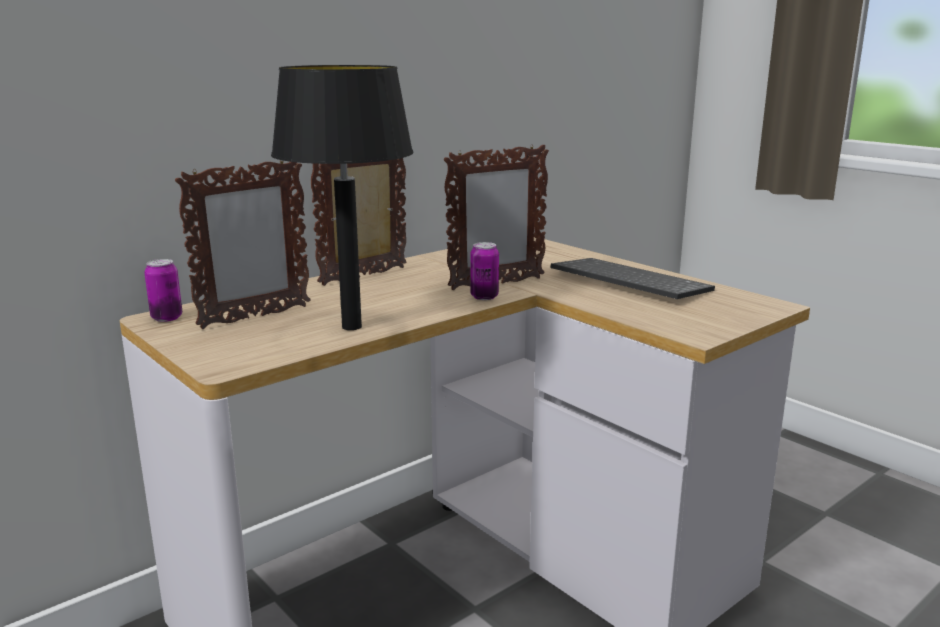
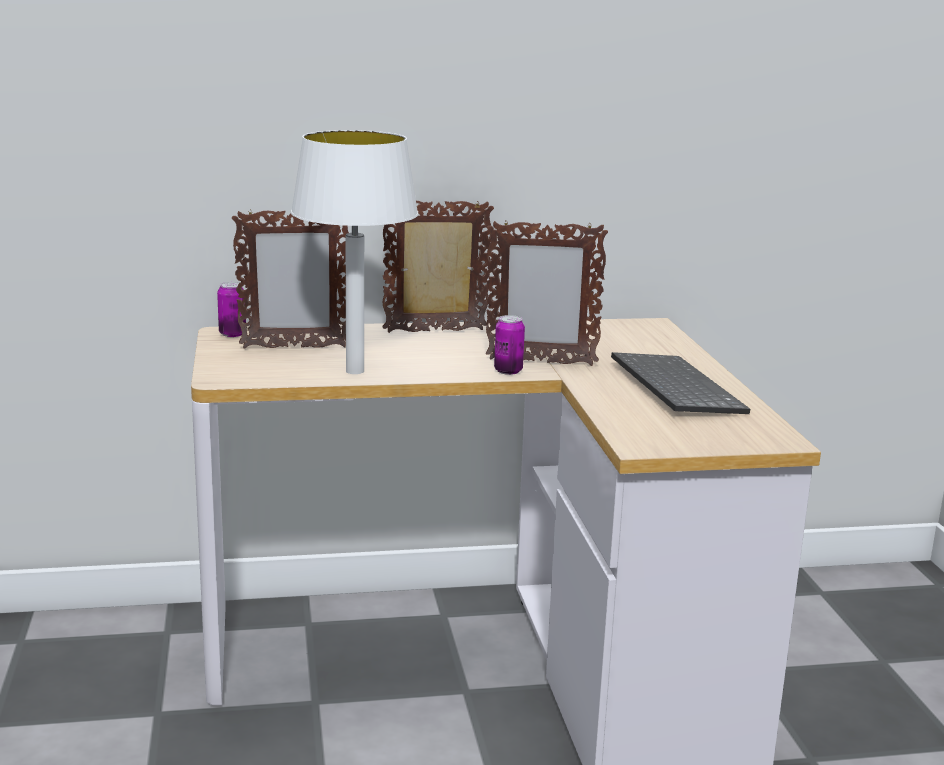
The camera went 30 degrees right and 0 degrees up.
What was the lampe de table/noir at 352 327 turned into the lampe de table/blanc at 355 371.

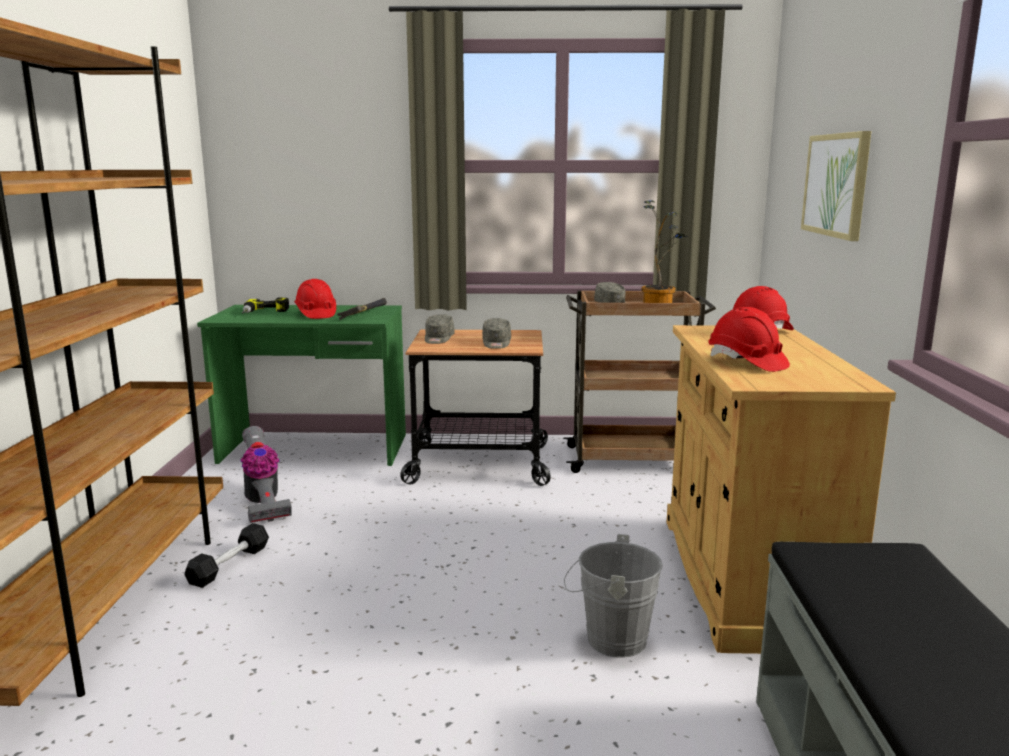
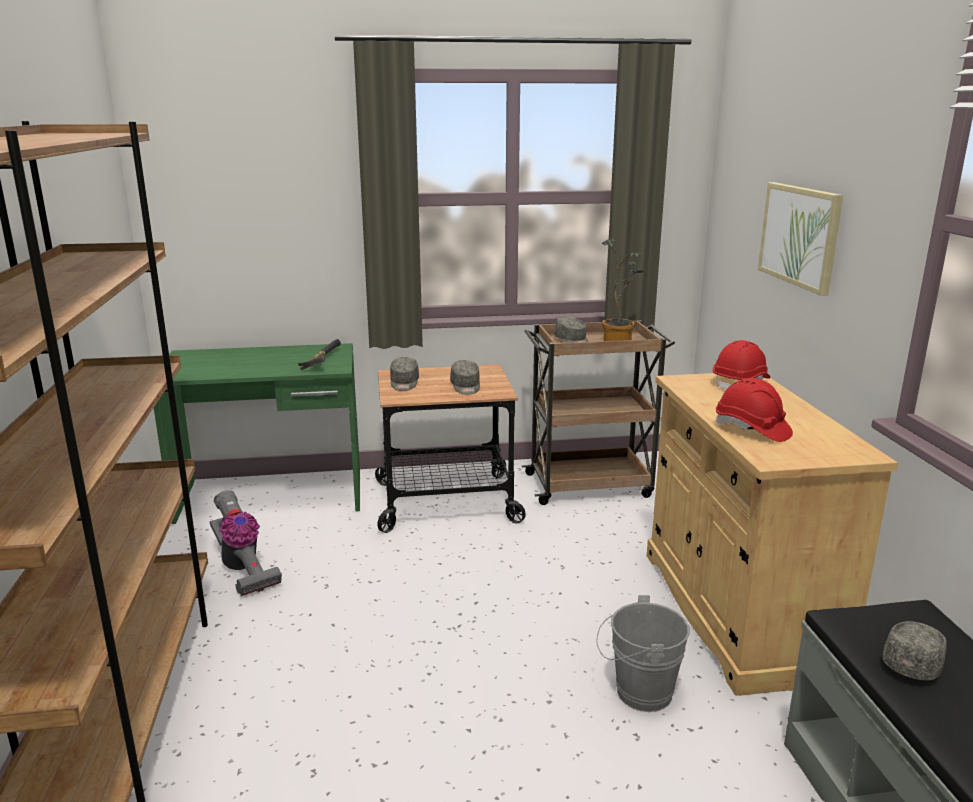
The camera went 10 degrees left and 5 degrees up.
The second view gained the casquette/gris at 914 661.
The second view lost the haltère/noir at 229 565.
The second view lost the perceuse at 264 312.
The second view lost the casque de chantier/rouge at 316 314.

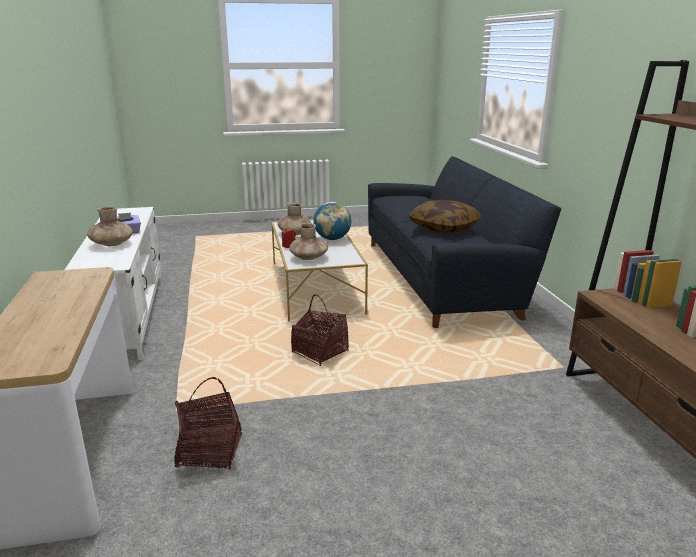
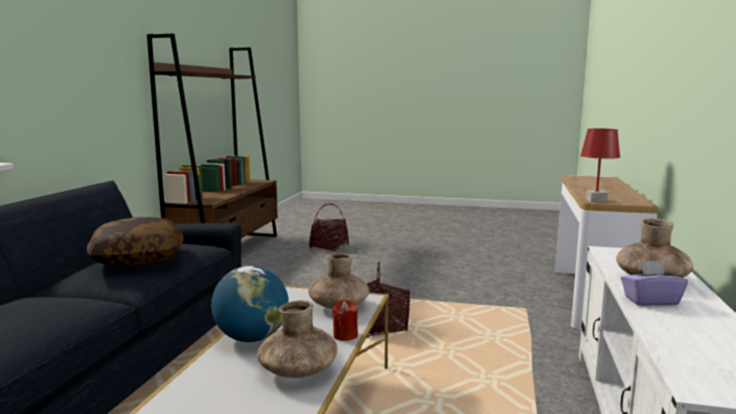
The camera went 155 degrees left and 10 degrees down.
The panier ended up elsewhere, having gone from 209 451 to 329 246.
The second view gained the lampe de table/rouge at 596 200.

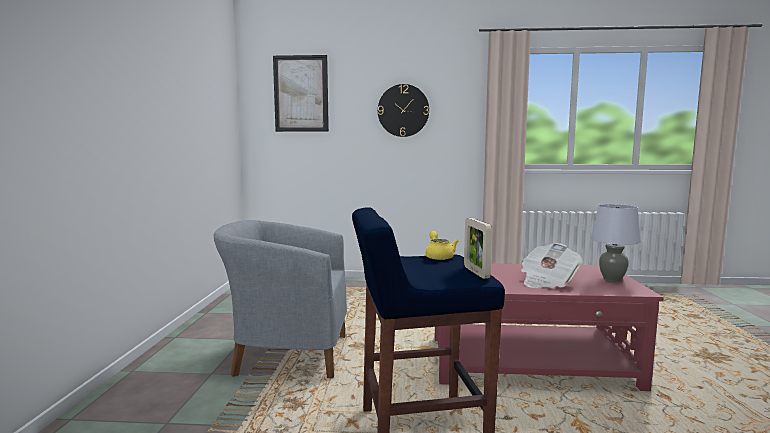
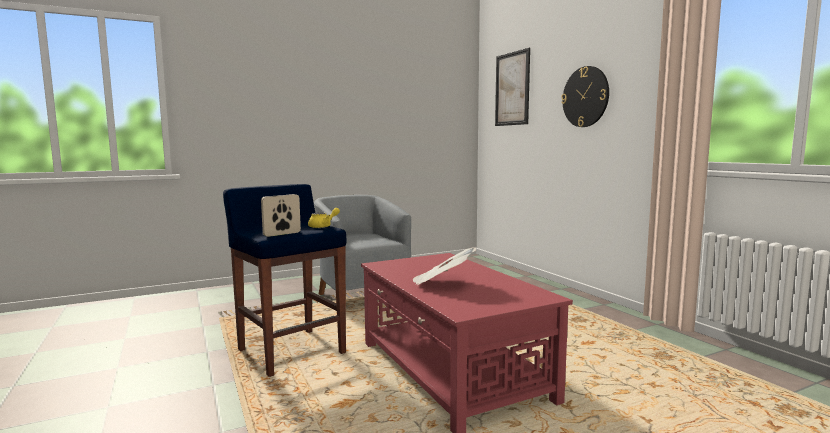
The camera went 60 degrees right and 0 degrees up.
The second view lost the lampe de table/gris at 612 279.

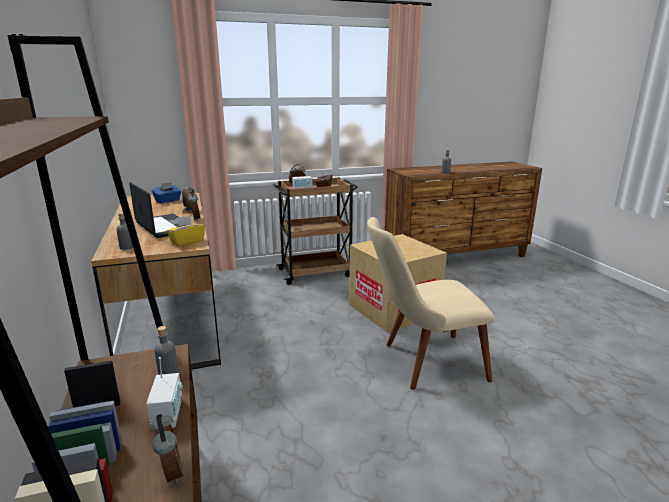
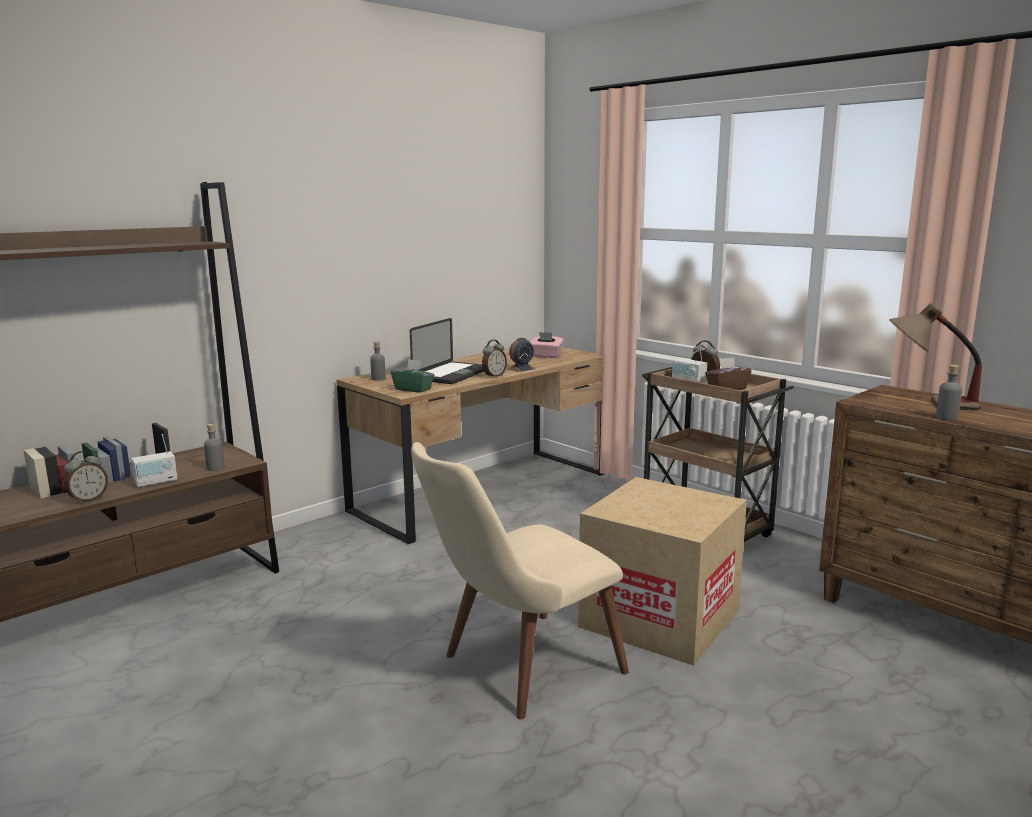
The camera went 65 degrees right and 5 degrees down.
What was the boîte à mouchoirs/jaune at 187 242 turned into the boîte à mouchoirs/vert at 413 389.
The chaise/beige at 422 362 ended up facing another way, 90 degrees counterclockwise from before.
What was the boîte à mouchoirs/bleu at 168 201 turned into the boîte à mouchoirs/rose at 546 356.
The second view gained the lampe de table at 928 403.

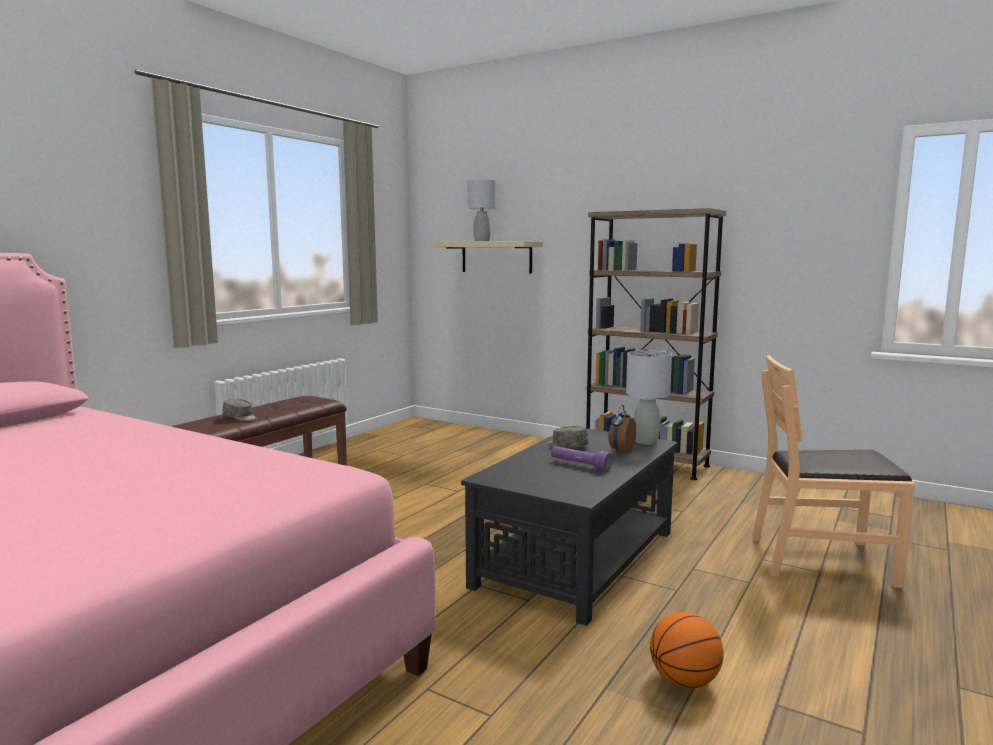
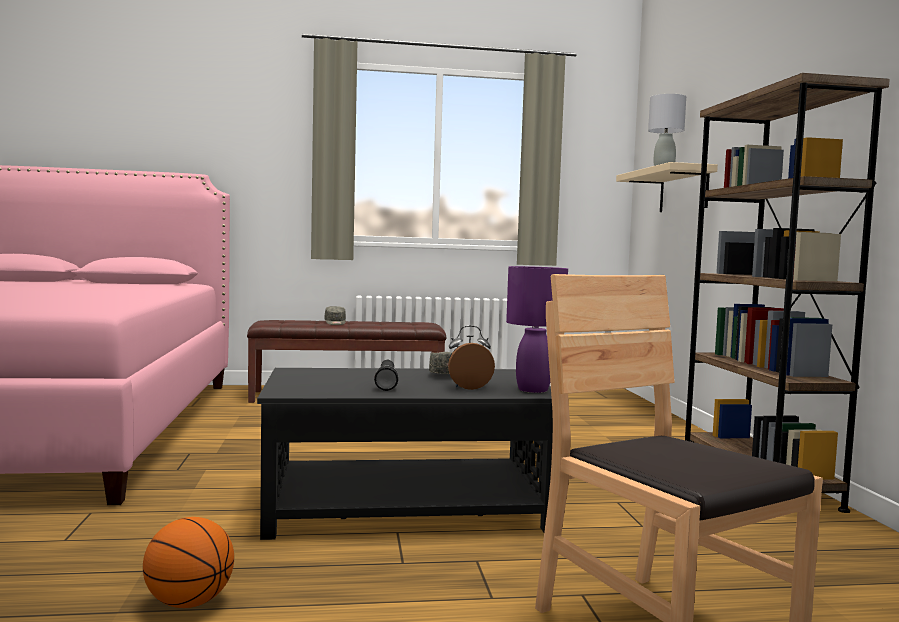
The camera went 50 degrees right and 5 degrees down.
What was the lampe de poche/violet at 580 465 turned into the lampe de poche/noir at 386 383.
What was the lampe de table/gris at 645 441 turned into the lampe de table/violet at 532 389.

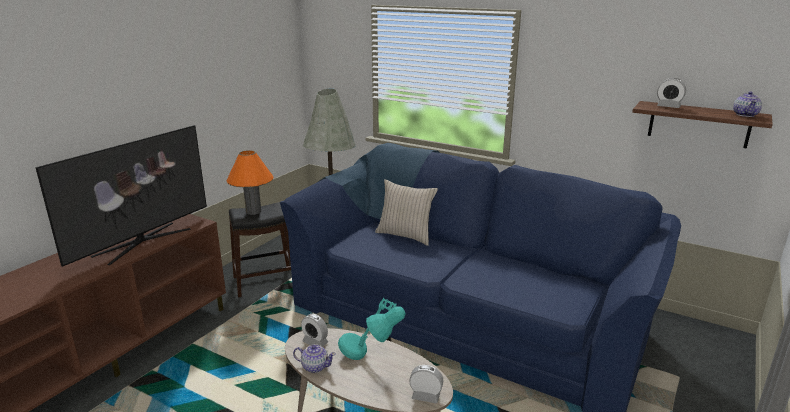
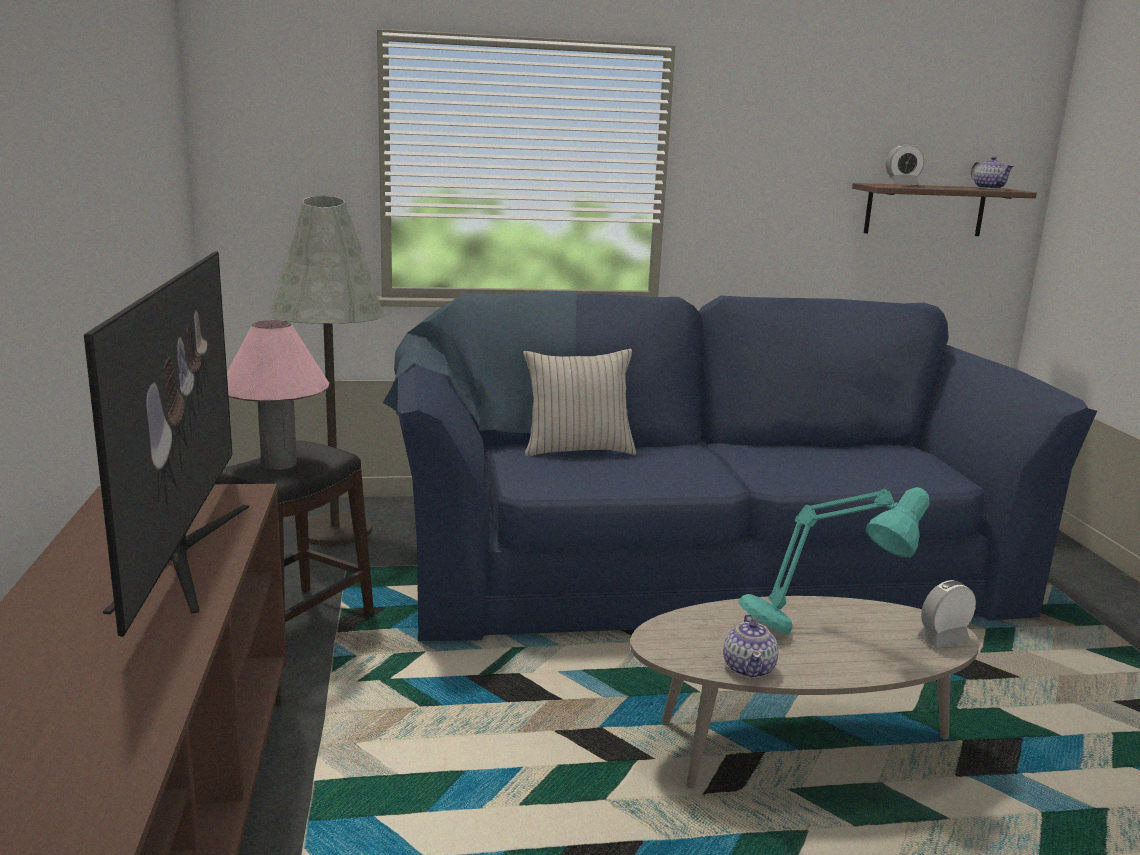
The camera went 40 degrees left and 5 degrees down.
What was the lampe de table/orange at 253 211 turned into the lampe de table/rose at 279 463.
The théière at 315 366 ended up facing another way, 120 degrees clockwise from before.
The second view lost the réveil at 315 342.

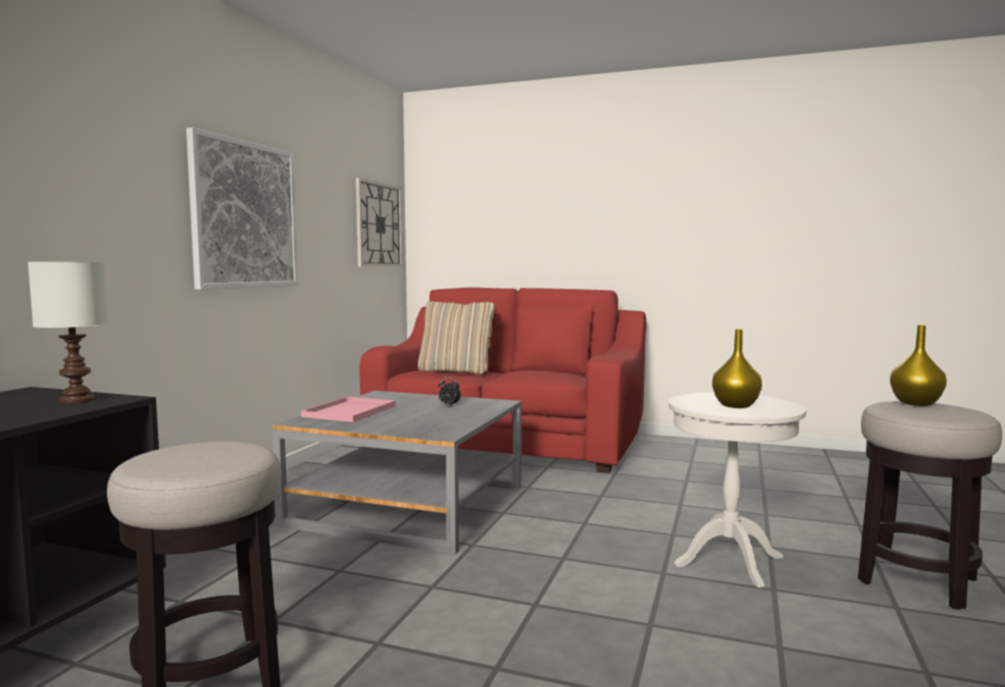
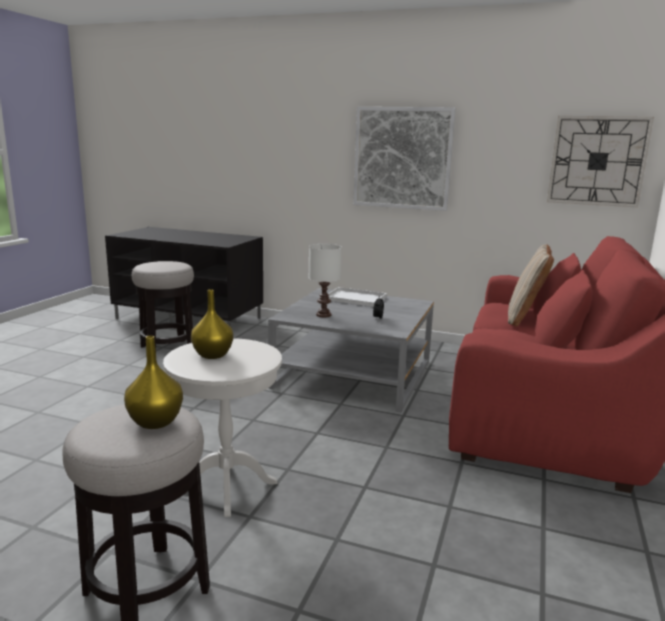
The camera went 90 degrees right and 10 degrees up.
The lampe de table/blanc ended up elsewhere, having gone from 76 400 to 323 315.
What was the plateau/rose at 350 411 turned into the plateau/blanc at 354 298.

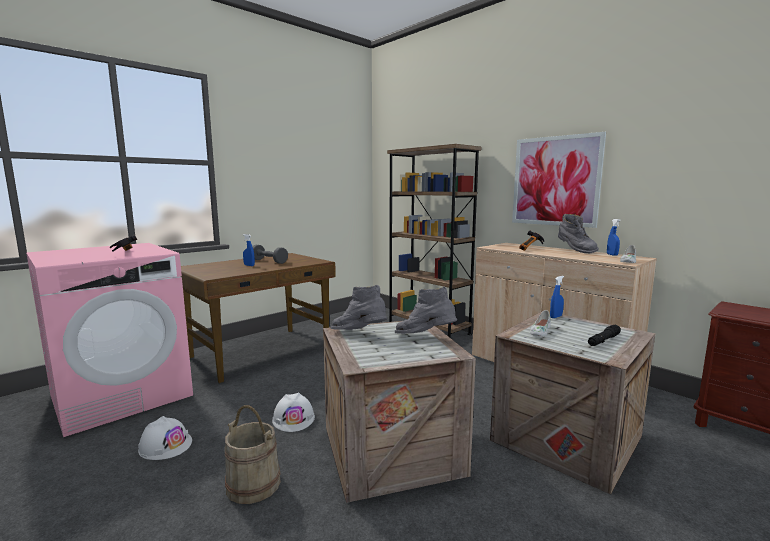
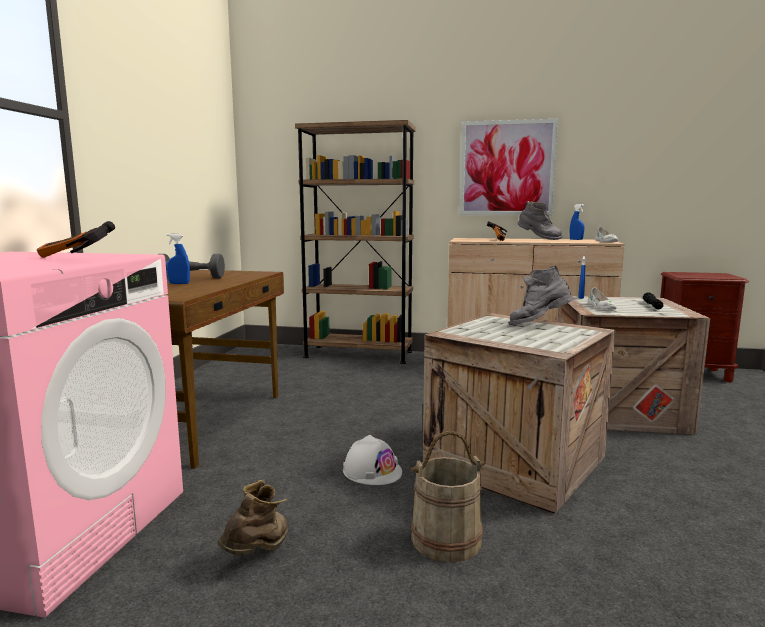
The camera went 35 degrees left and 0 degrees up.
Where the casque de chantier/blanc stood at 165 445, the botte/marron came to stand at 259 553.
The second view lost the botte/gris at 359 334.

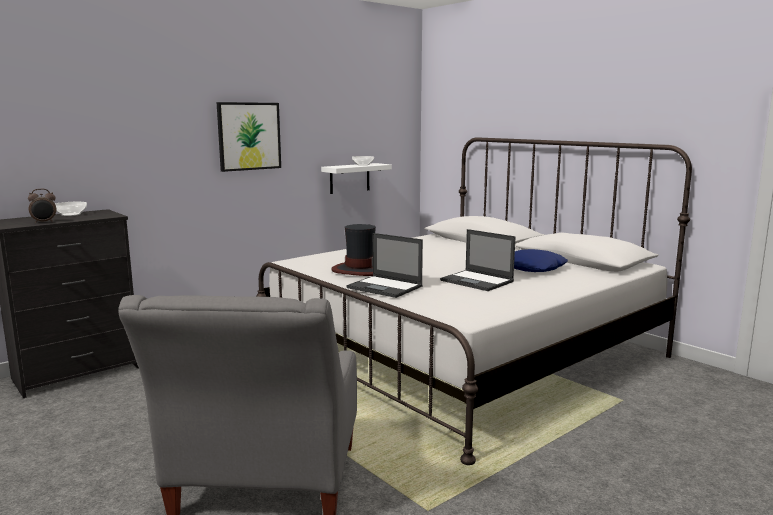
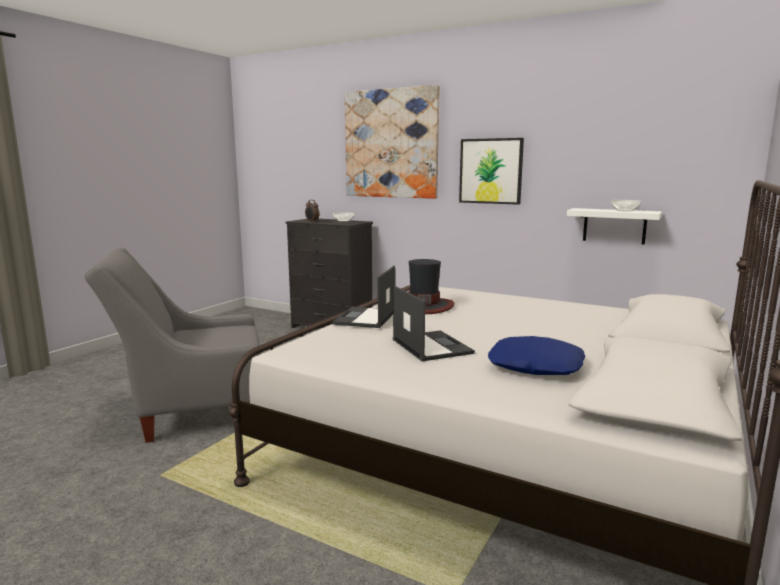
The camera went 70 degrees right and 0 degrees up.
The second view gained the tableau at 391 144.
The ordinateur portable at 477 281 ended up facing another way, 135 degrees clockwise from before.

